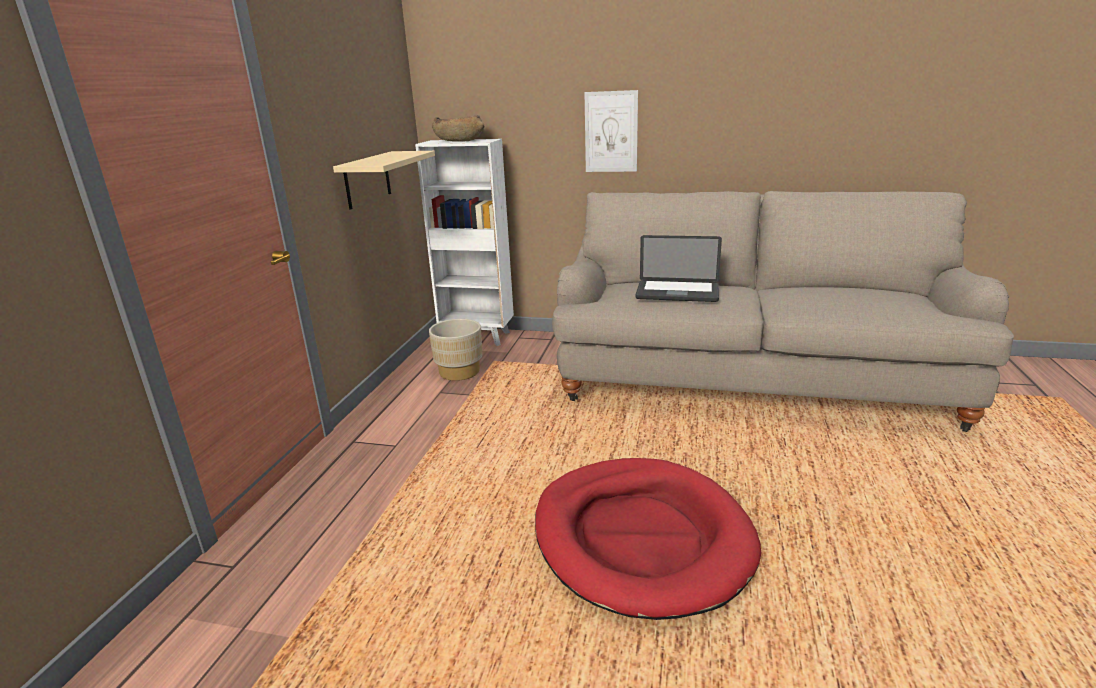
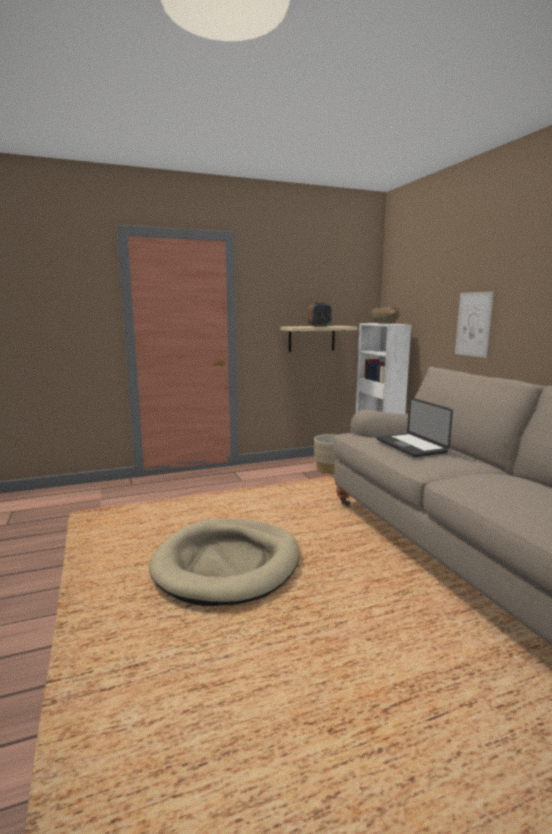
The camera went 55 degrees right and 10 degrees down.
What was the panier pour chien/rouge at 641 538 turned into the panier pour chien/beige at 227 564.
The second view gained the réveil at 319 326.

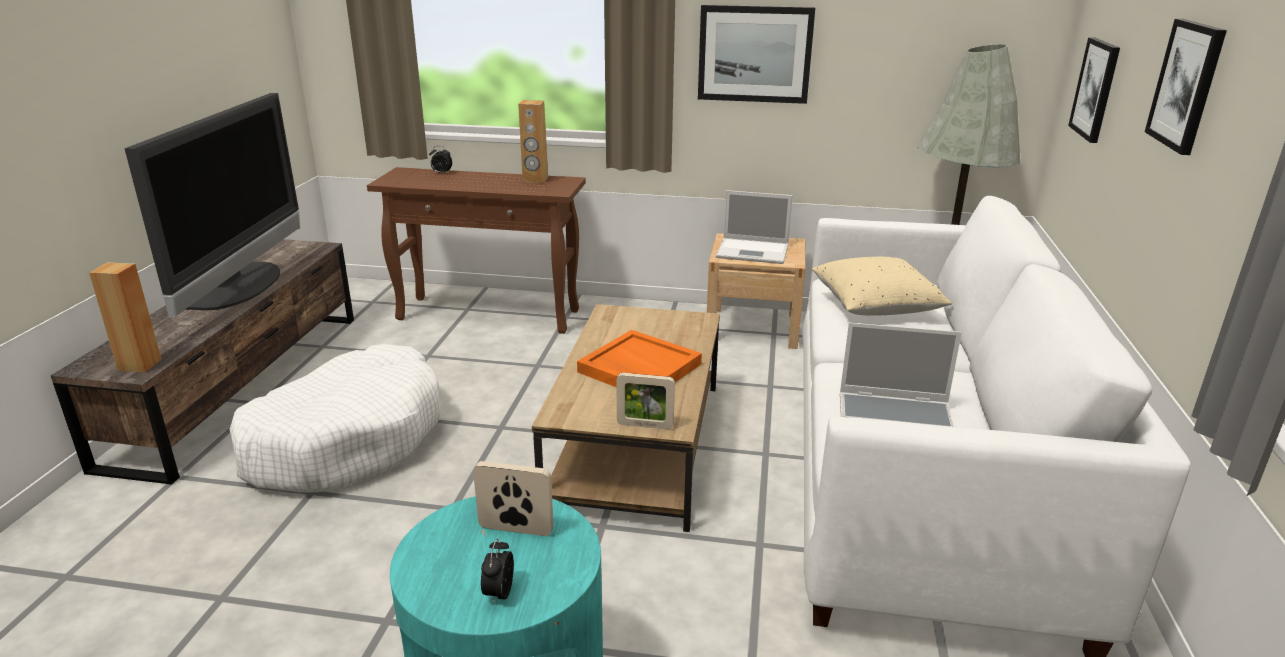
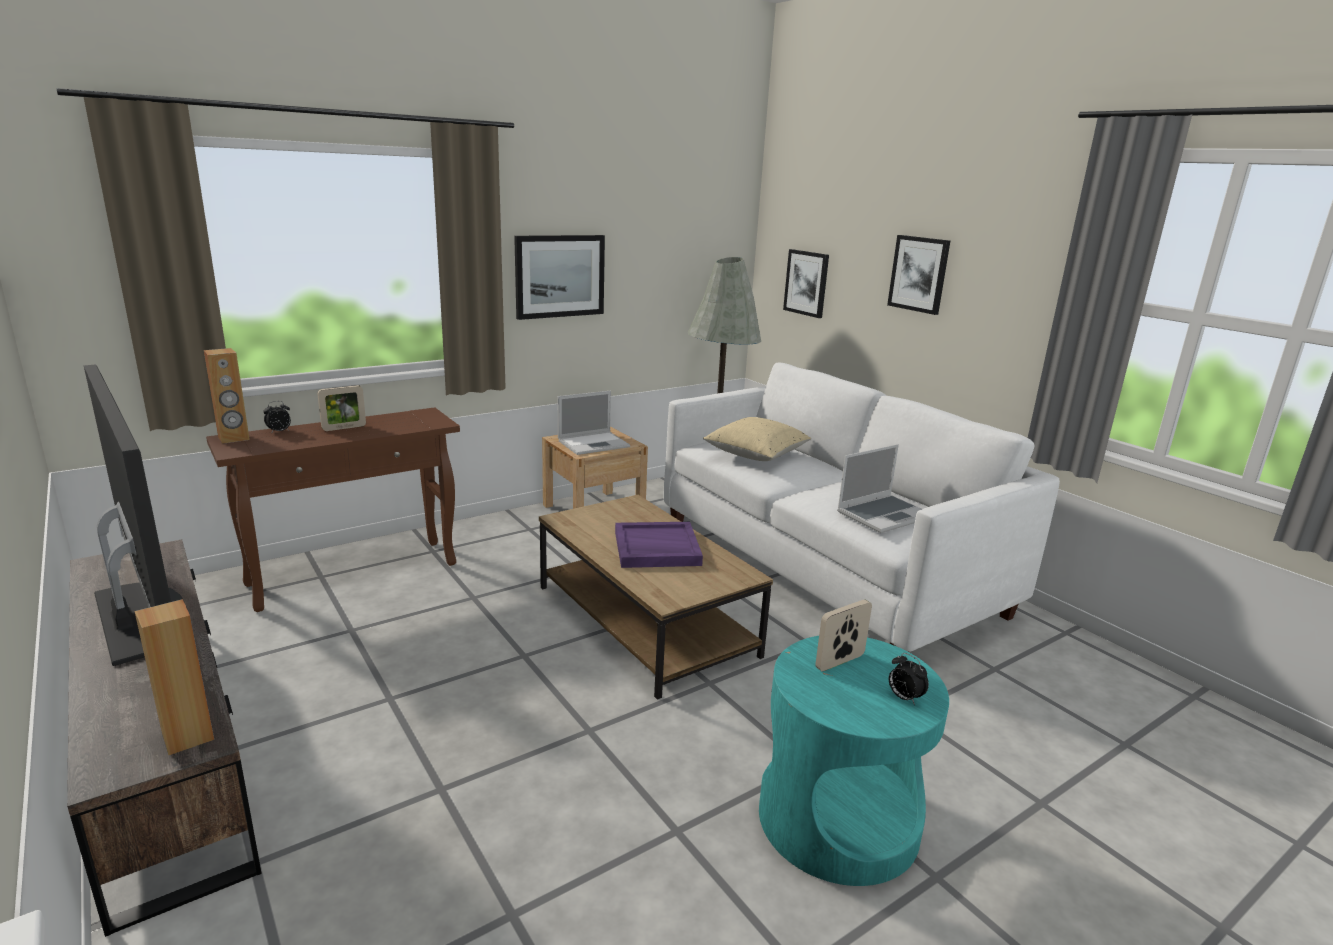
The camera went 45 degrees left and 5 degrees down.
The enceinte/marron ended up elsewhere, having gone from 535 180 to 233 438.
The cadre photo ended up elsewhere, having gone from 645 425 to 344 428.
What was the plateau/orange at 638 368 turned into the plateau/violet at 656 548.
The second view lost the panier pour chien/blanc at 347 439.

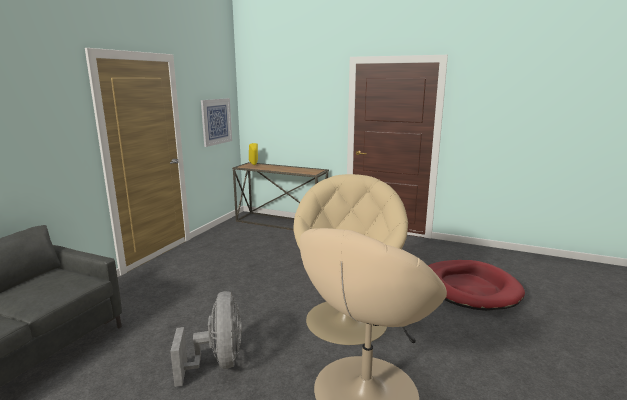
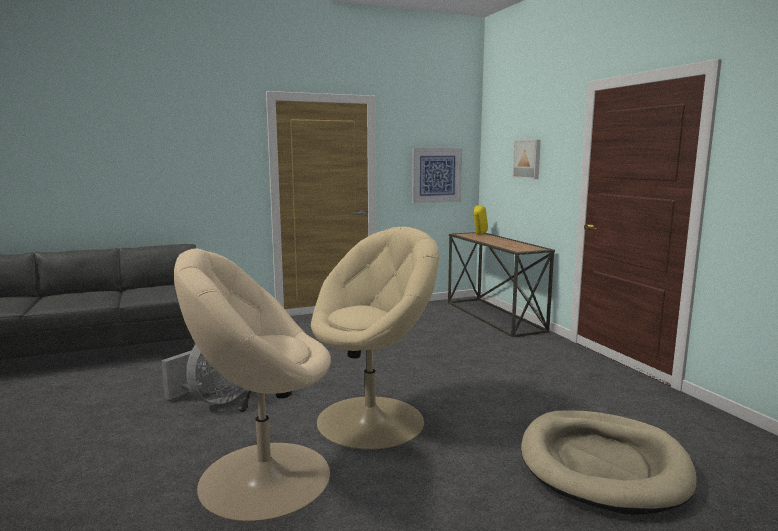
The camera went 45 degrees right and 5 degrees down.
The second view gained the tableau at 527 159.
What was the panier pour chien/rouge at 469 288 turned into the panier pour chien/beige at 602 464.

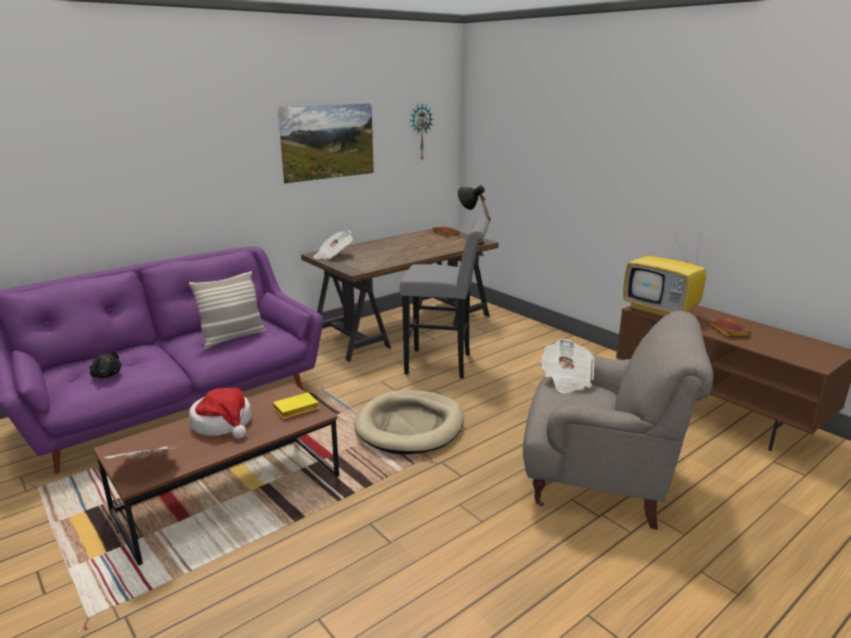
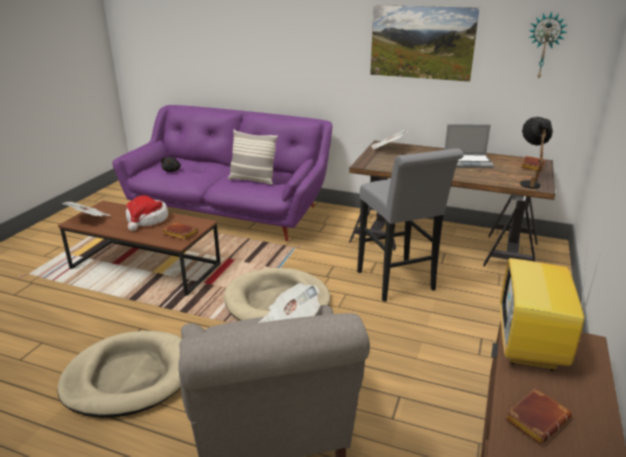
The camera went 60 degrees right and 5 degrees up.
The second view gained the panier pour chien/beige at 129 377.
What was the livre/jaune at 295 410 turned into the livre/marron at 179 234.
The second view gained the ordinateur portable at 468 162.

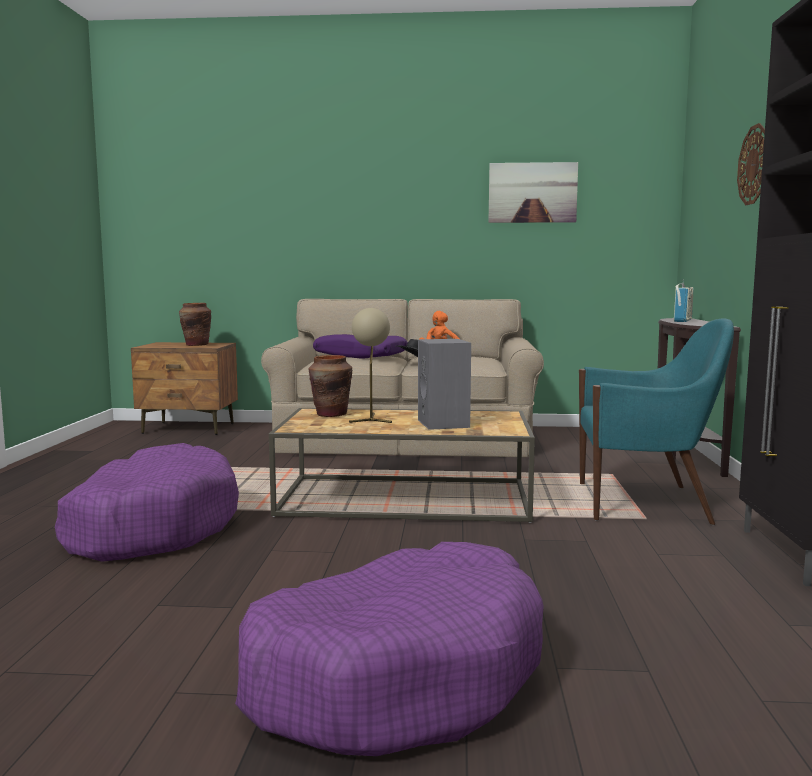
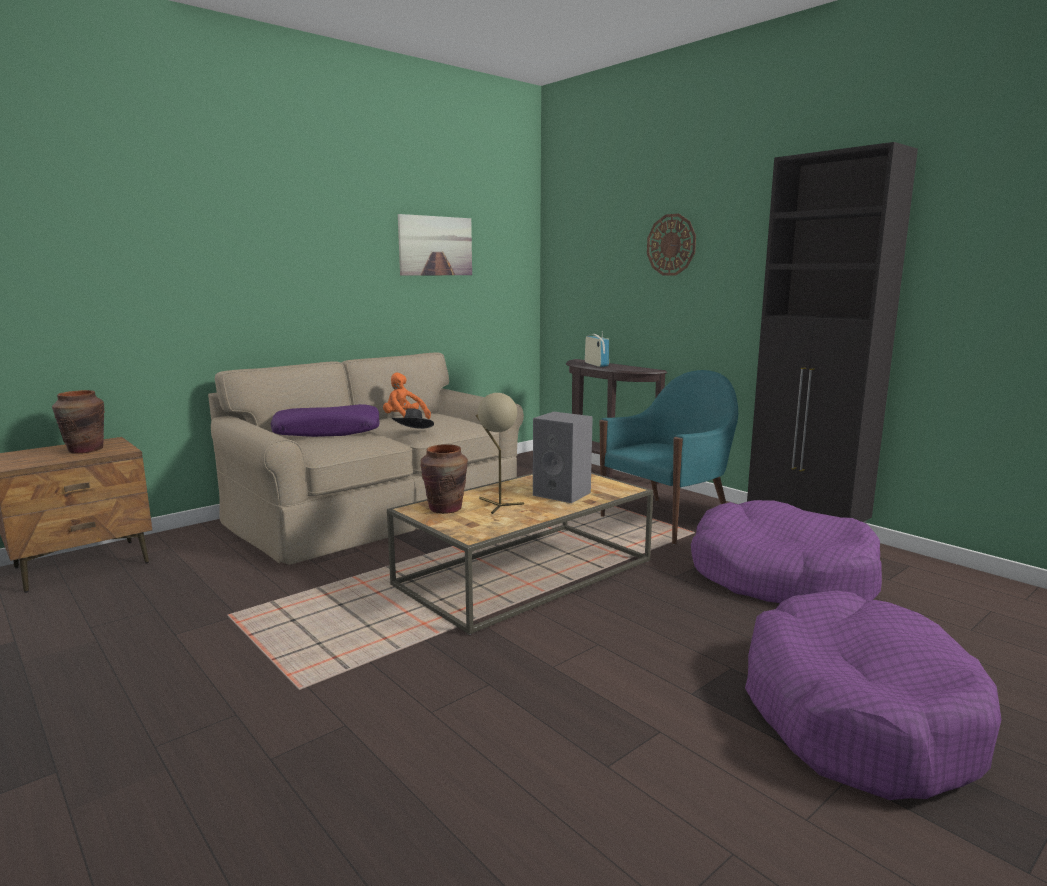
The camera went 45 degrees left and 5 degrees up.
The panier pour chien/violet ended up elsewhere, having gone from 151 526 to 781 577.

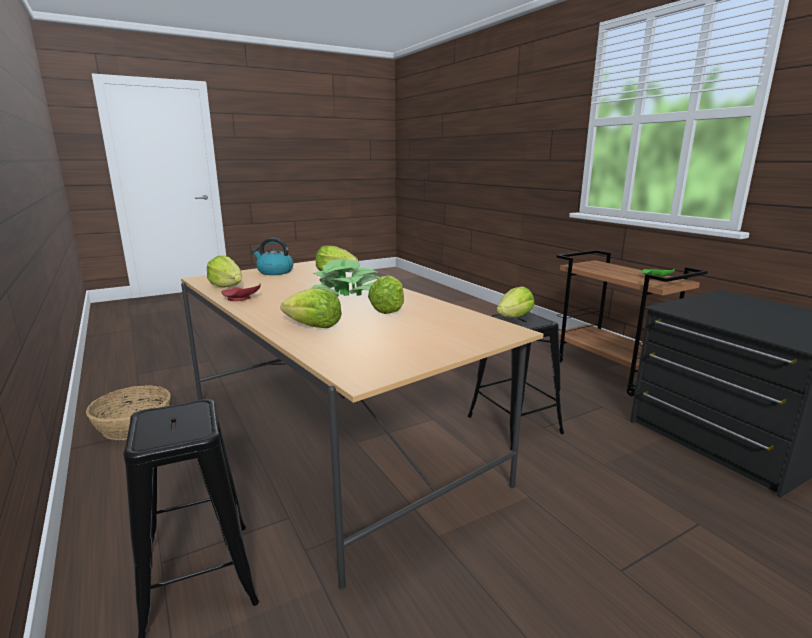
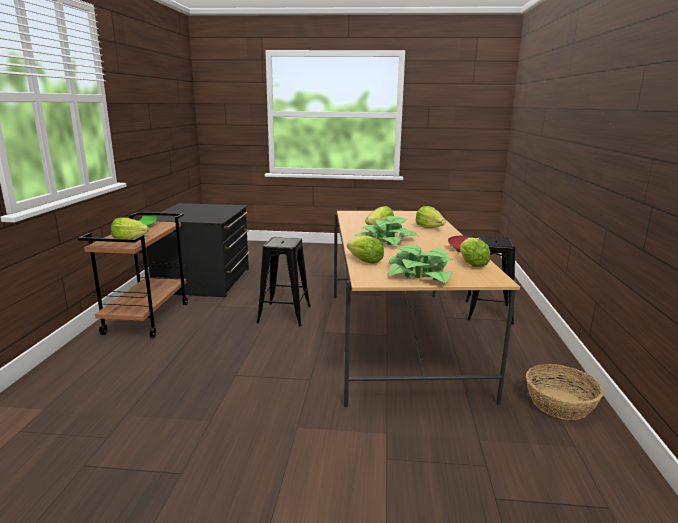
The camera went 145 degrees left and 0 degrees up.
The laitue ended up elsewhere, having gone from 514 317 to 129 239.
Where the bouilloire stood at 274 272, the plante en pot came to stand at 420 274.

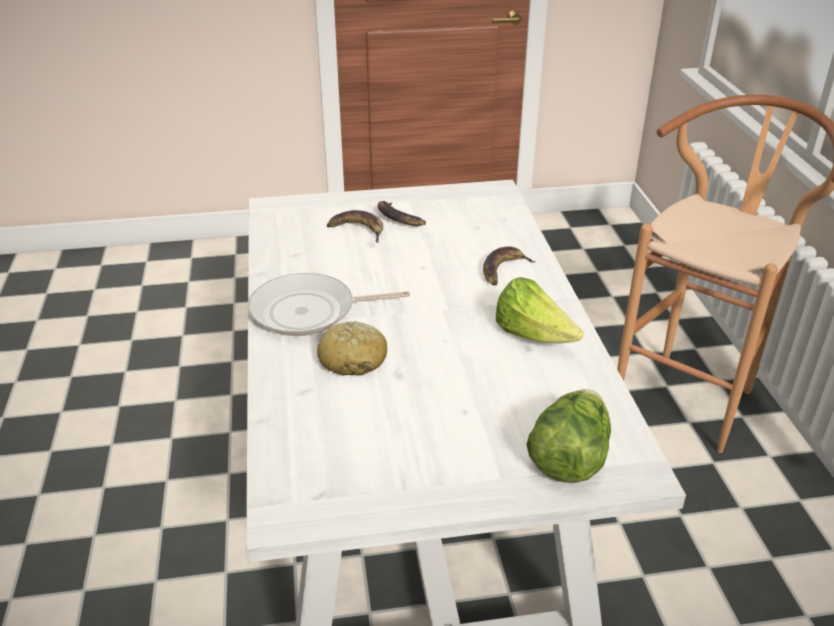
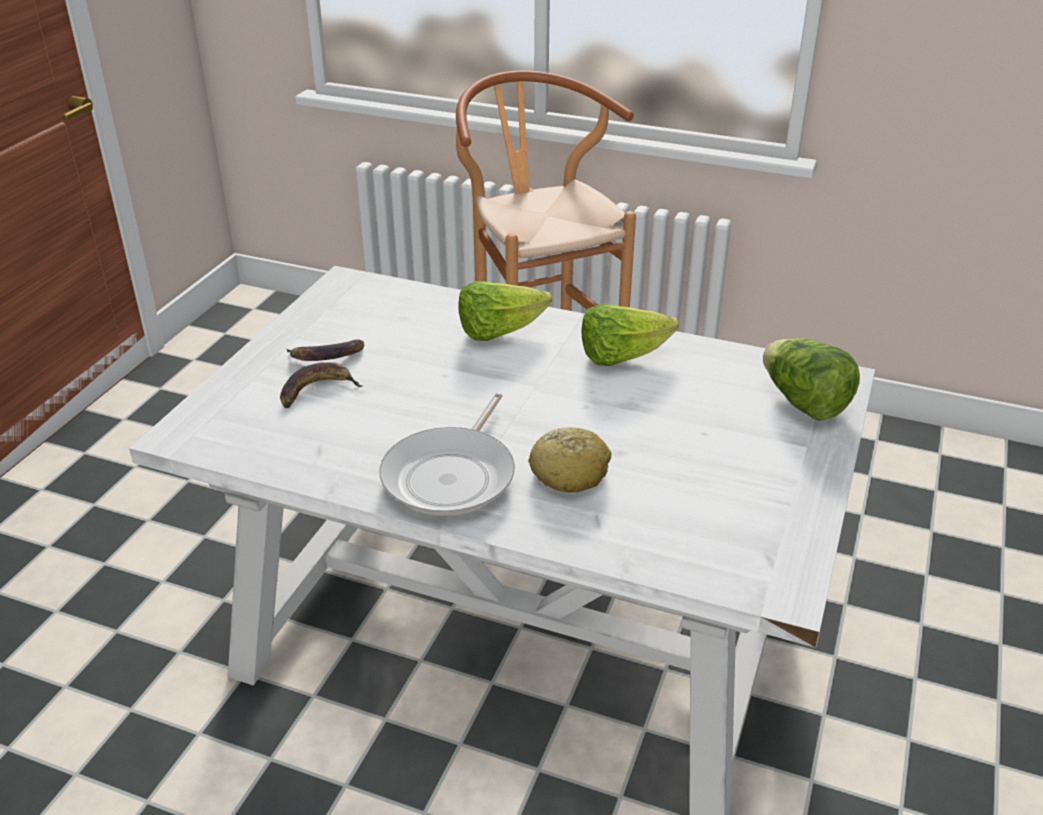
The camera went 60 degrees left and 0 degrees up.
Where the banane stood at 503 269, the laitue came to stand at 499 332.

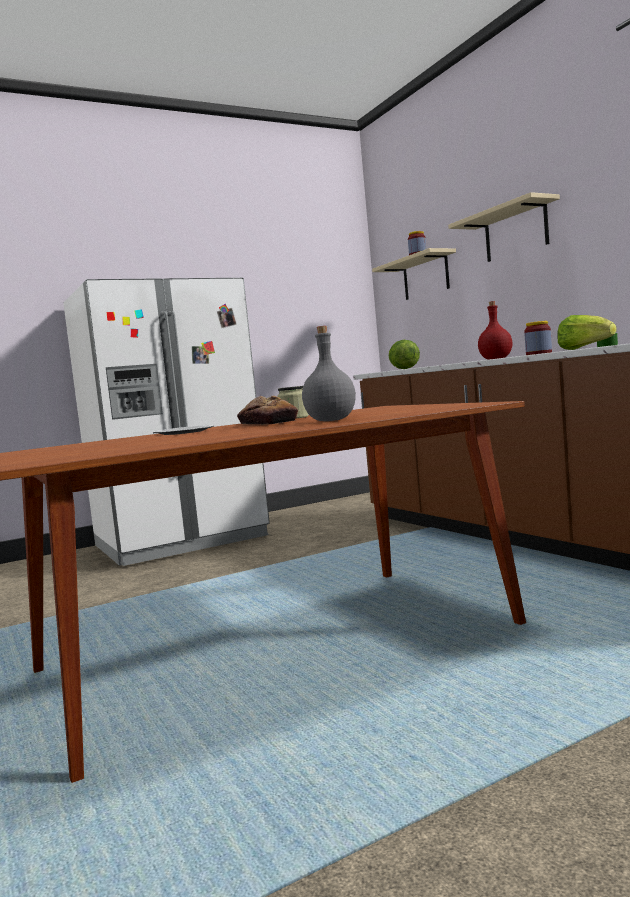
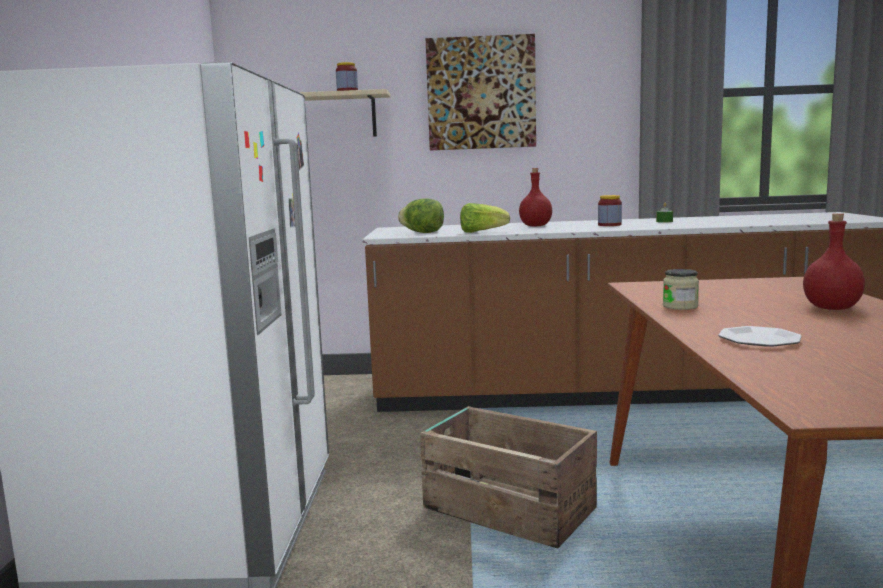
The camera went 60 degrees left and 5 degrees up.
The second view gained the caisse at 507 508.
Where the étagère/beige hung at 515 232, the tableau came to hang at 481 93.
The laitue ended up elsewhere, having gone from 585 348 to 481 232.
What was the bouteille/gris at 330 420 turned into the bouteille/rouge at 831 308.
The second view lost the pain at 267 423.

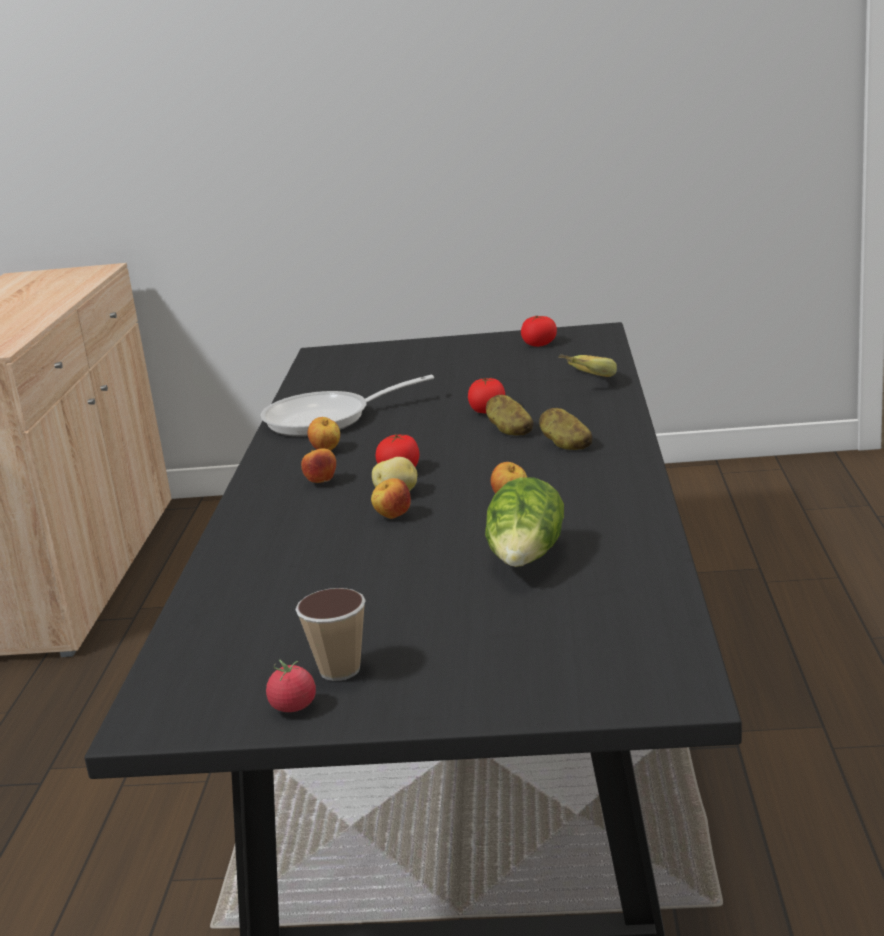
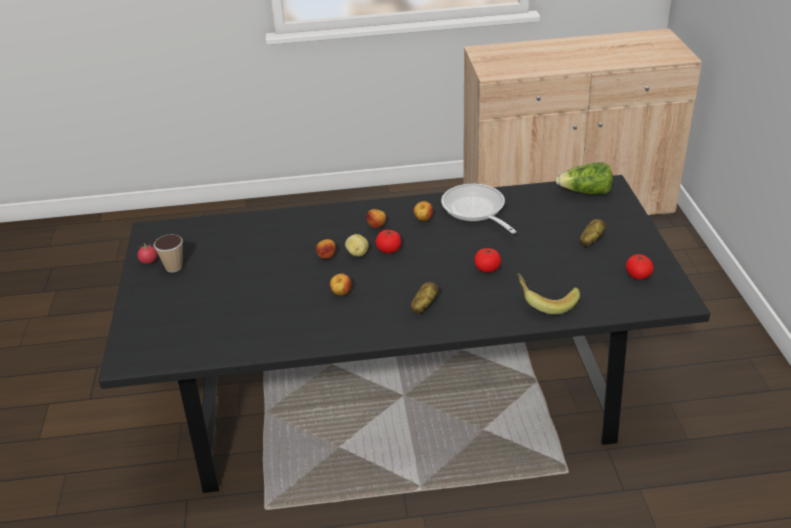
The camera went 80 degrees right and 15 degrees up.
The laitue ended up elsewhere, having gone from 527 559 to 585 193.
The pomme de terre ended up elsewhere, having gone from 509 431 to 590 240.

